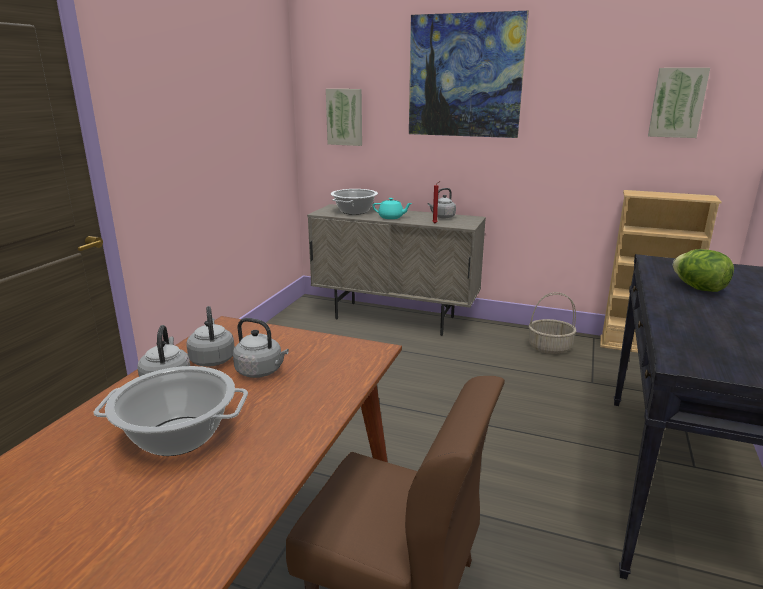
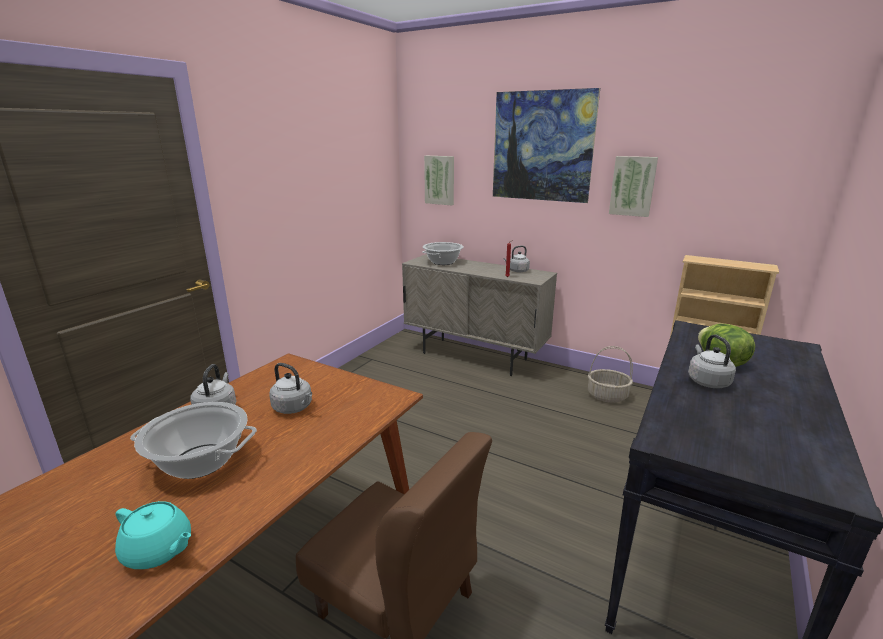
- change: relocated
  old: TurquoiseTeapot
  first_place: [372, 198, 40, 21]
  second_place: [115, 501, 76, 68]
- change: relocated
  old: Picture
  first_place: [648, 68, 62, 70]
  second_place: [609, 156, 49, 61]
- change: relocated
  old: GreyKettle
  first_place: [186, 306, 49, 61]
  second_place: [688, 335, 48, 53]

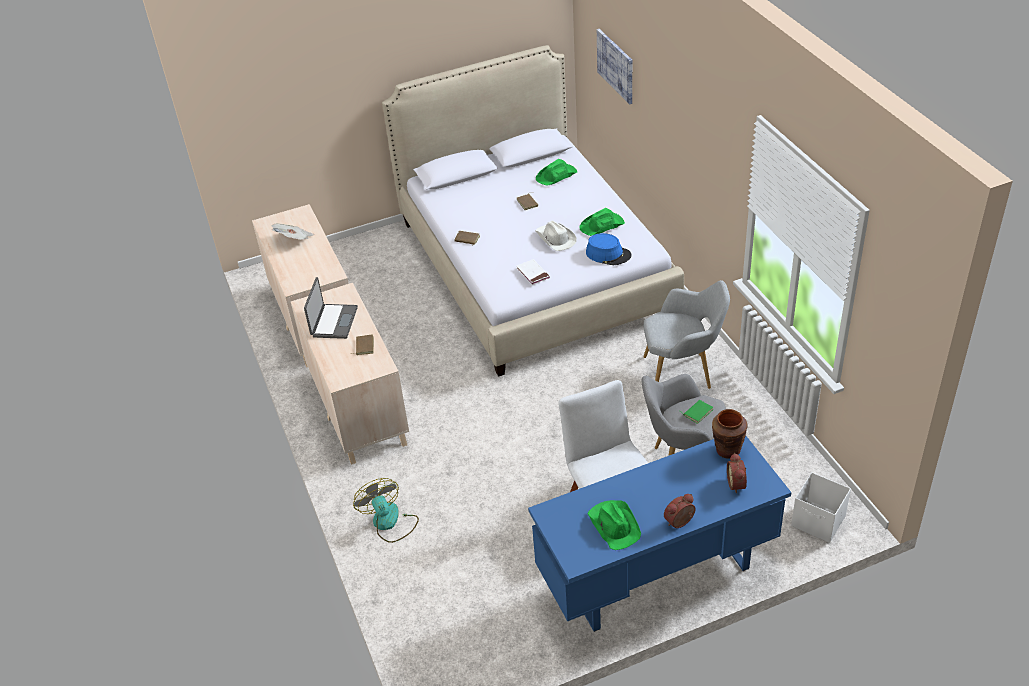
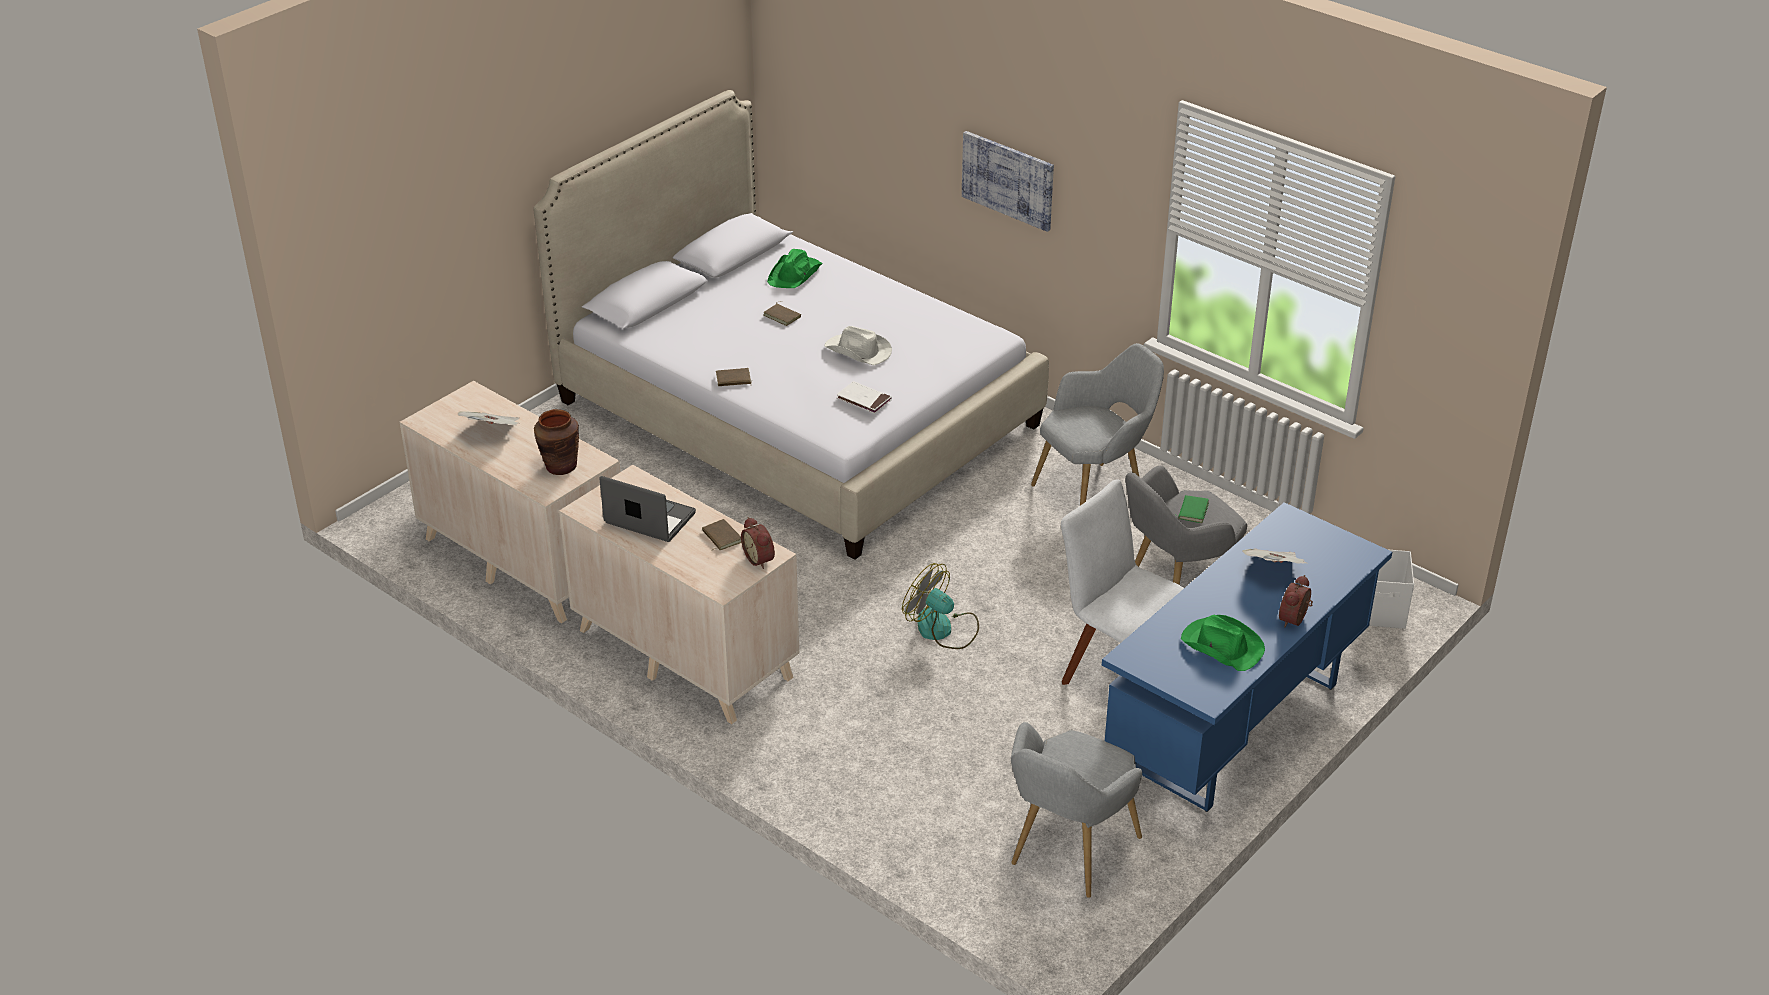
- change: relocated
  old: BrownVase
  first_place: [712, 409, 35, 50]
  second_place: [534, 409, 45, 66]
- change: spun
  old: Laptop
  first_place: [304, 277, 54, 62]
  second_place: [599, 476, 97, 66]
  degrees: -45
- change: relocated
  old: AlarmClock
  first_place: [727, 453, 20, 41]
  second_place: [741, 517, 34, 52]
- change: relocated
  old: Fan
  first_place: [353, 478, 66, 65]
  second_place: [902, 563, 77, 86]
- change: relocated
  old: Picture
  first_place: [597, 29, 36, 76]
  second_place: [962, 131, 92, 101]
- change: appeared
  new: GreyArmchair
  second_place: [1011, 722, 131, 176]
- change: appeared
  new: Newspaper
  second_place: [1242, 548, 65, 16]
- change: missing
  old: GreenHat
  first_place: [579, 208, 46, 28]
- change: missing
  old: BlueHat
  first_place: [586, 233, 45, 32]

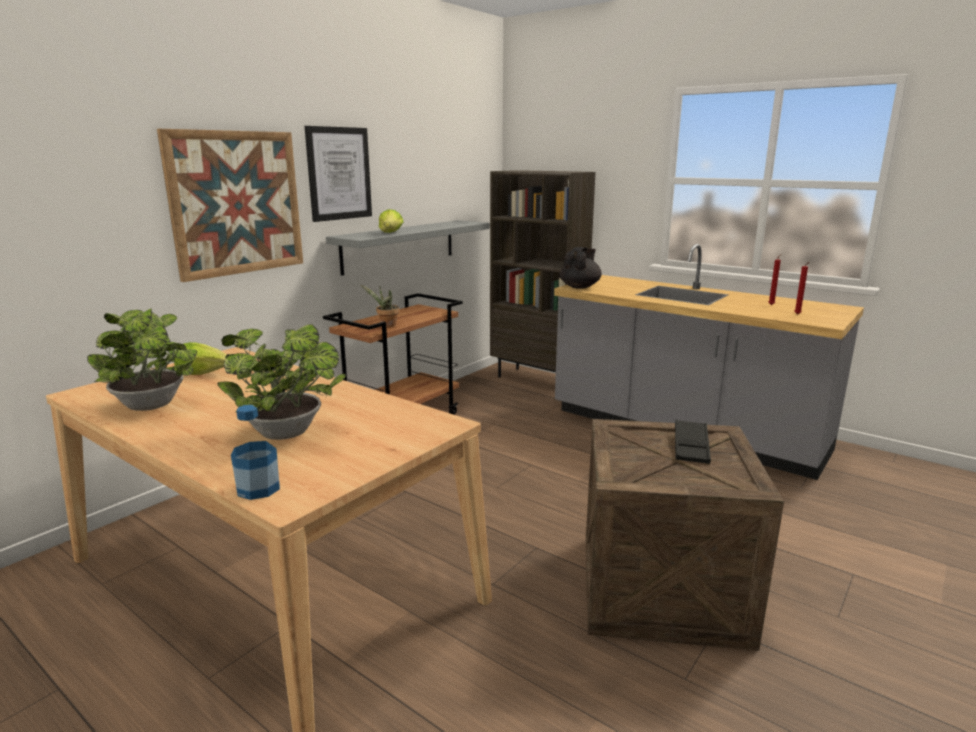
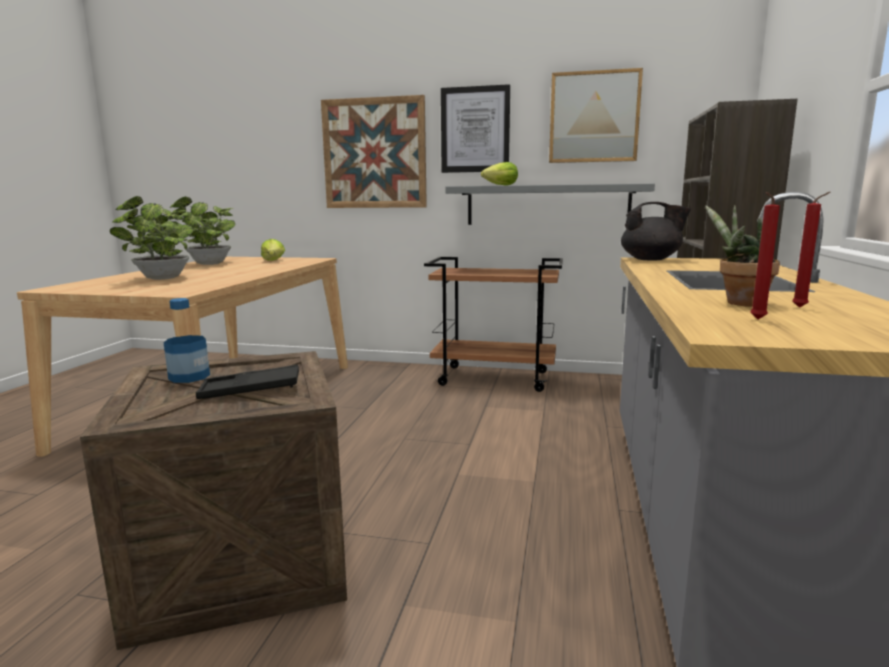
- change: relocated
  old: Bottle
  first_place: [231, 405, 49, 95]
  second_place: [164, 298, 46, 85]
- change: appeared
  new: Picture
  second_place: [549, 68, 94, 95]
- change: relocated
  old: PottedPlant
  first_place: [361, 285, 38, 42]
  second_place: [705, 205, 75, 102]

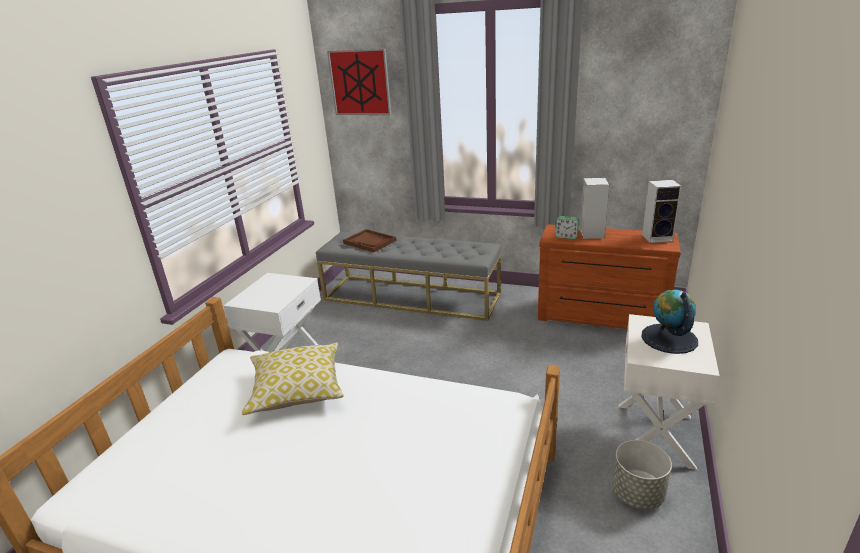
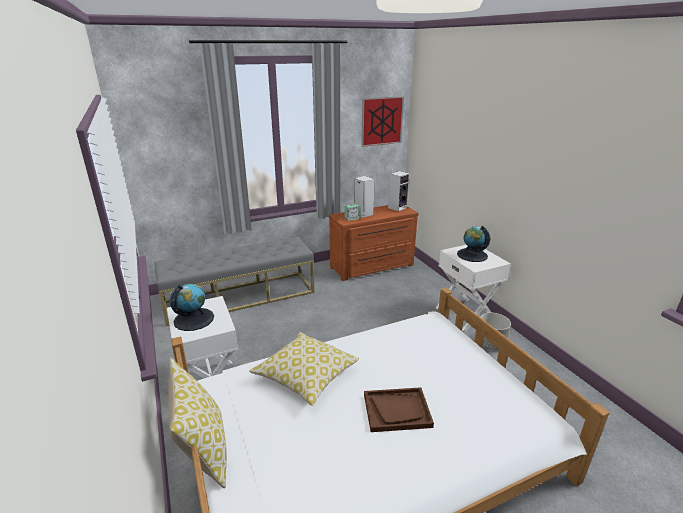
- change: appeared
  new: Pillow
  second_place: [168, 358, 59, 130]
- change: appeared
  new: Globe
  second_place: [170, 284, 44, 47]
- change: relocated
  old: Picture
  first_place: [327, 49, 64, 66]
  second_place: [361, 96, 43, 51]
- change: relocated
  old: BrownTray
  first_place: [343, 229, 54, 23]
  second_place: [364, 387, 70, 45]

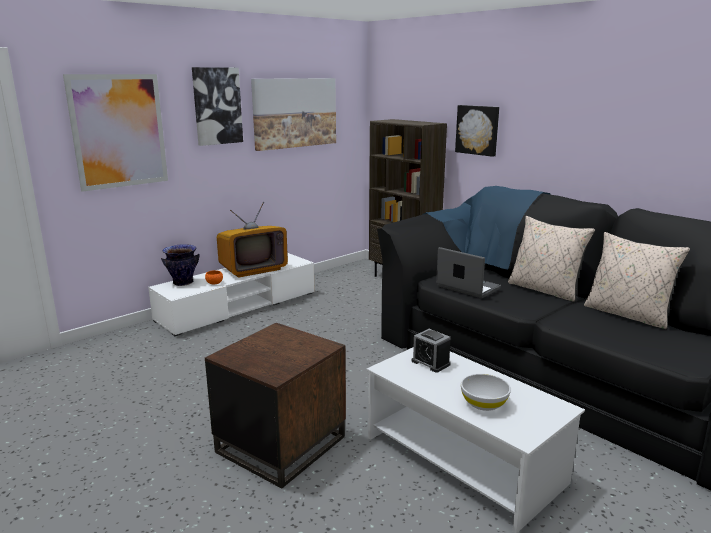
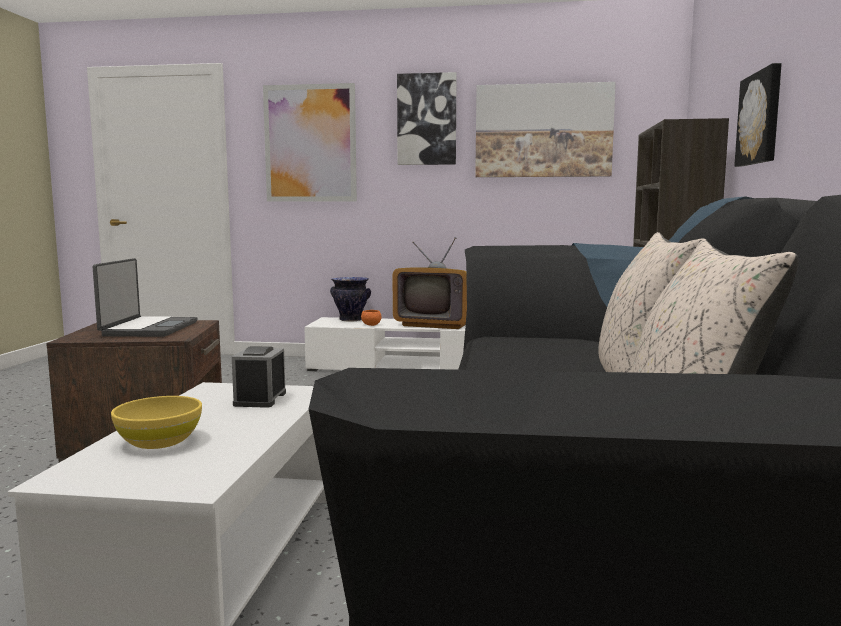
- change: relocated
  old: Laptop
  first_place: [436, 247, 65, 51]
  second_place: [93, 258, 105, 79]
- change: colour
  old: WhiteBowl
  new: YellowBowl
  first_place: [461, 374, 50, 37]
  second_place: [111, 396, 91, 53]

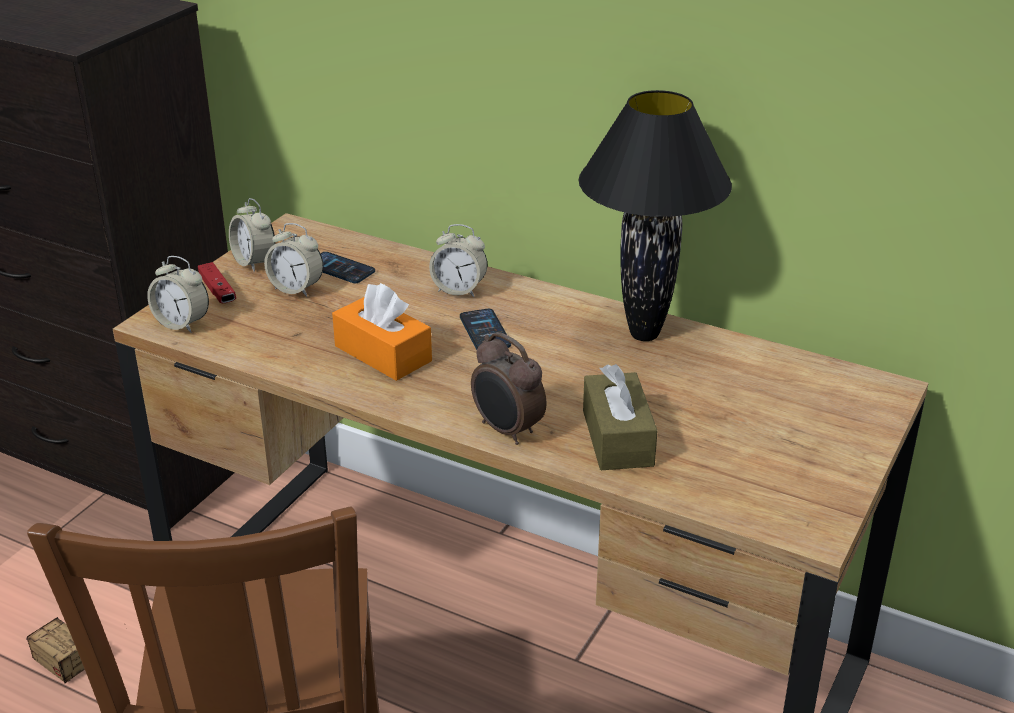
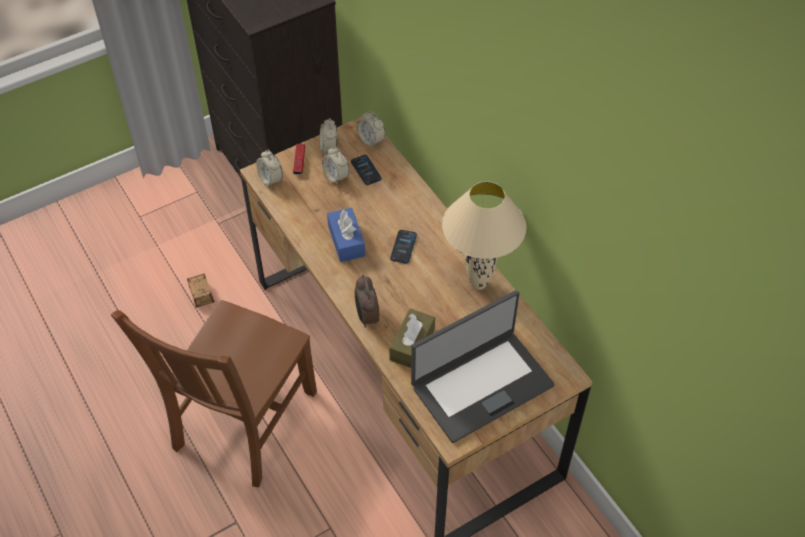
- change: colour
  old: OrangeTissueBox
  new: BlueTissueBox
  first_place: [332, 283, 100, 98]
  second_place: [327, 208, 38, 54]
- change: relocated
  old: AlarmClock
  first_place: [429, 224, 58, 73]
  second_place: [357, 111, 28, 37]
- change: appeared
  new: Laptop
  second_place: [411, 290, 144, 153]
- change: colour
  old: BlackTableLamp
  new: BeigeTableLamp
  first_place: [579, 90, 153, 251]
  second_place: [442, 181, 85, 109]

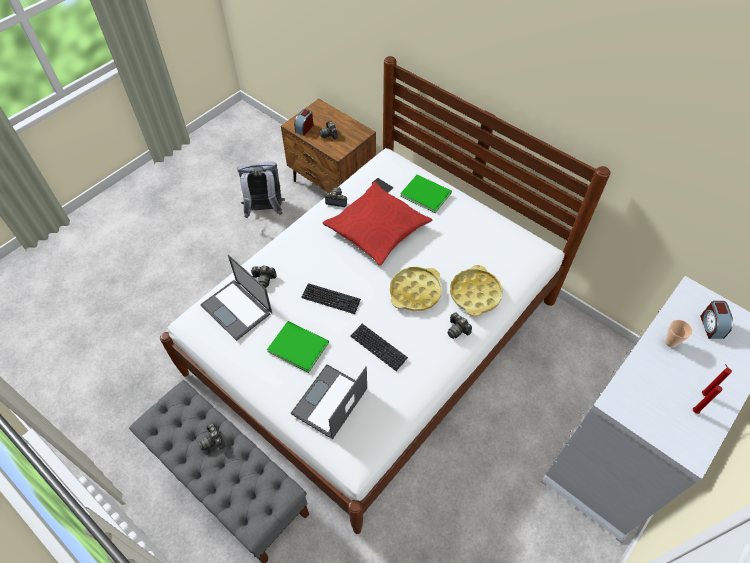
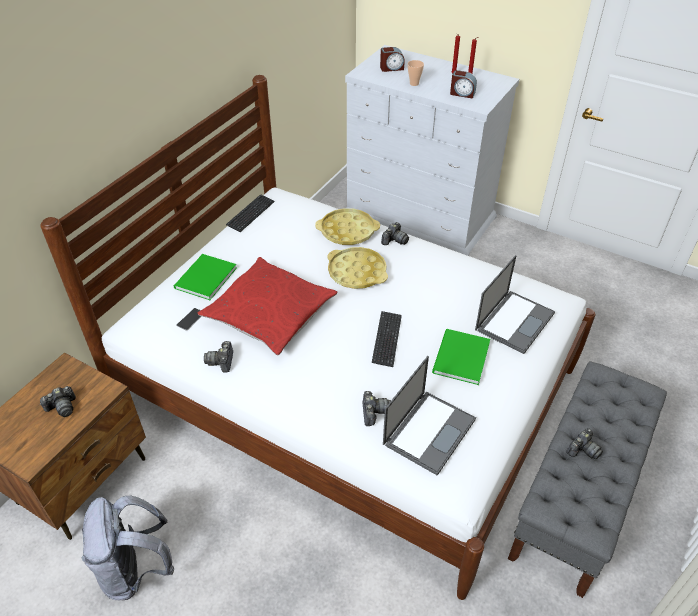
- change: relocated
  old: Keyboard
  first_place: [350, 324, 58, 47]
  second_place: [226, 194, 49, 38]
- change: relocated
  old: AlarmClock
  first_place: [294, 109, 19, 27]
  second_place: [450, 70, 27, 29]
- change: spun
  old: Laptop
  first_place: [291, 364, 76, 75]
  second_place: [475, 255, 80, 99]
  degrees: -75

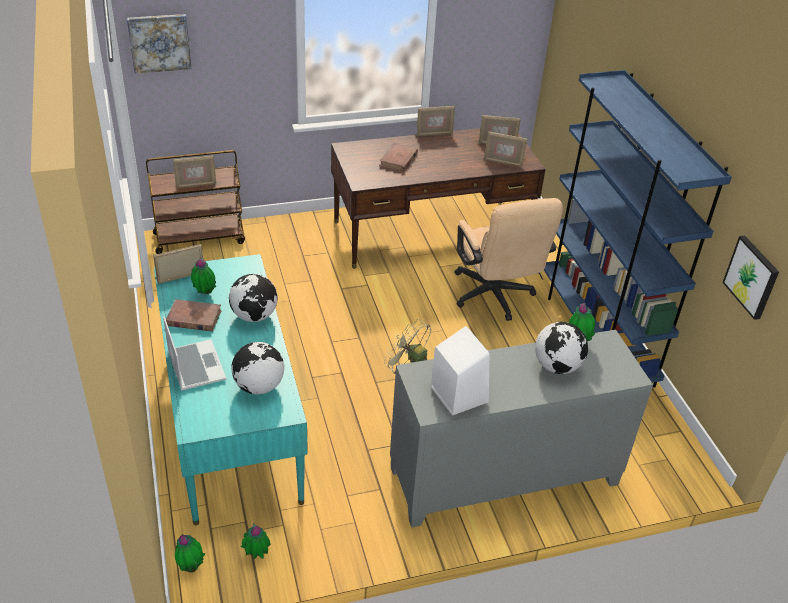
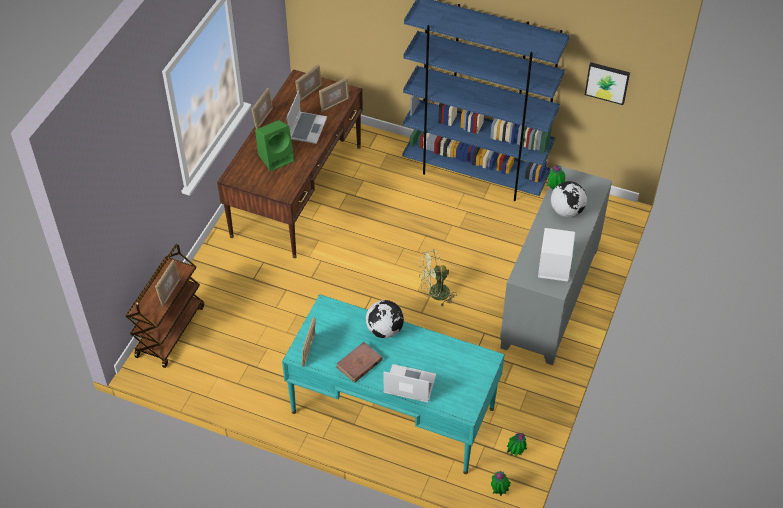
- change: exchanged
  old: BrownBook
  new: GreenSpeaker
  first_place: [379, 143, 39, 29]
  second_place: [255, 120, 39, 51]
- change: appeared
  new: Laptop
  second_place: [287, 91, 40, 53]
- change: missing
  old: Picture
  first_place: [127, 14, 65, 59]
- change: missing
  old: PottedPlant
  first_place: [191, 257, 25, 37]
- change: missing
  old: Globe
  first_place: [231, 342, 53, 53]
- change: missing
  old: BeigeOfficeChair
  first_place: [454, 198, 109, 123]

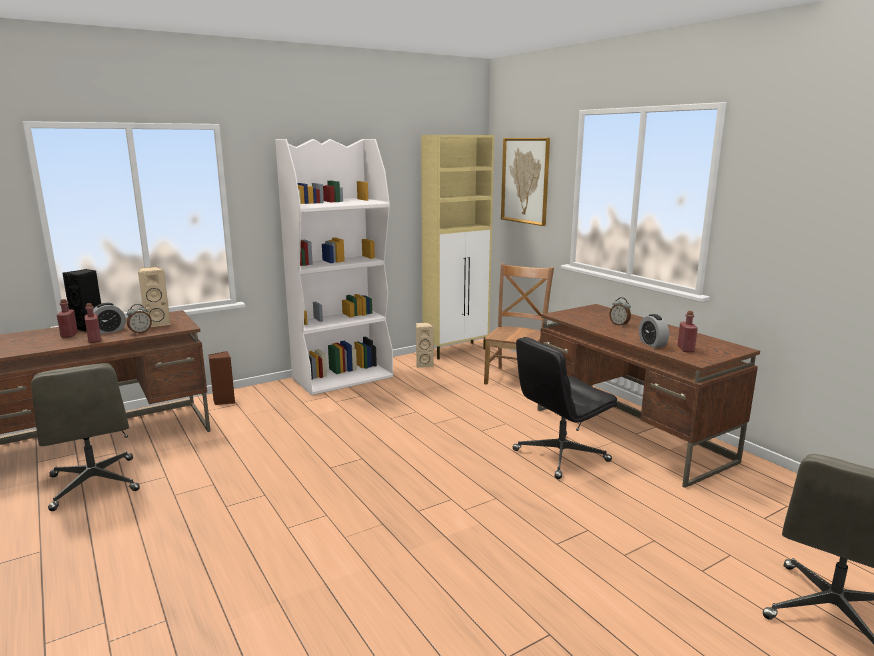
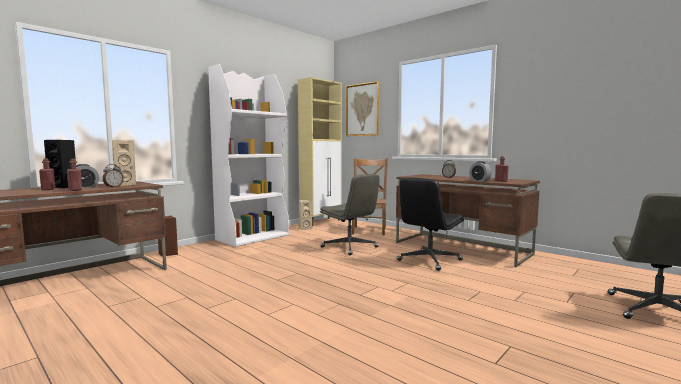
- change: relocated
  old: GreyOfficeChair
  first_place: [31, 363, 109, 148]
  second_place: [320, 174, 60, 81]

